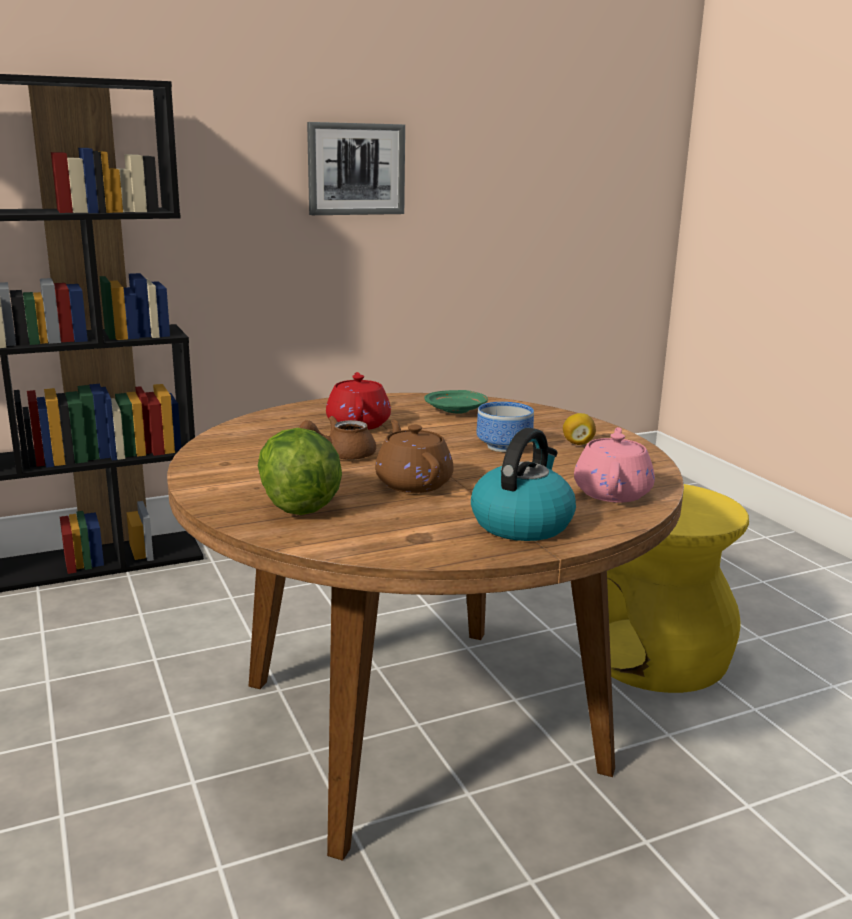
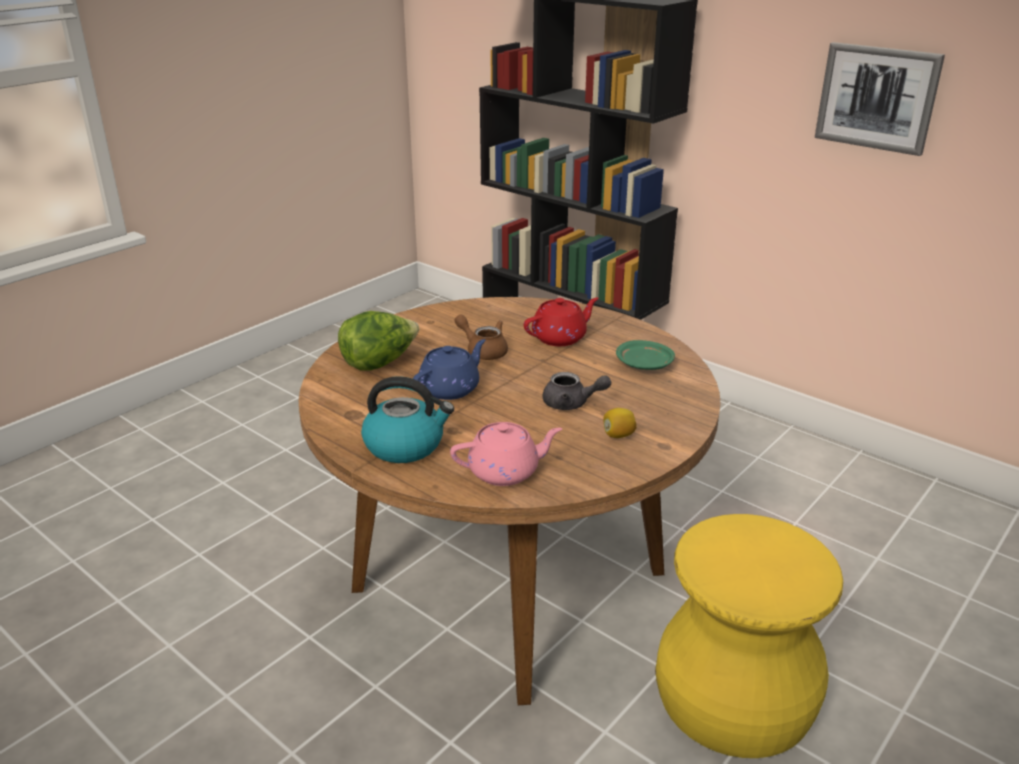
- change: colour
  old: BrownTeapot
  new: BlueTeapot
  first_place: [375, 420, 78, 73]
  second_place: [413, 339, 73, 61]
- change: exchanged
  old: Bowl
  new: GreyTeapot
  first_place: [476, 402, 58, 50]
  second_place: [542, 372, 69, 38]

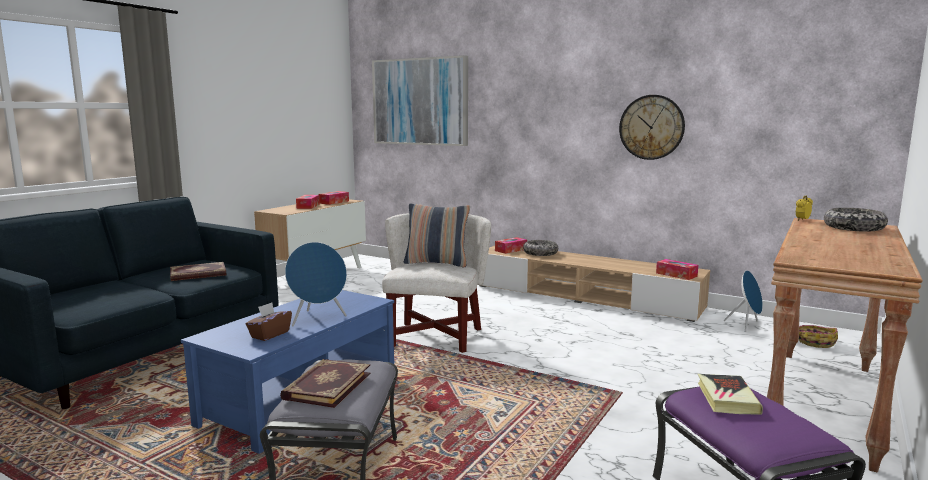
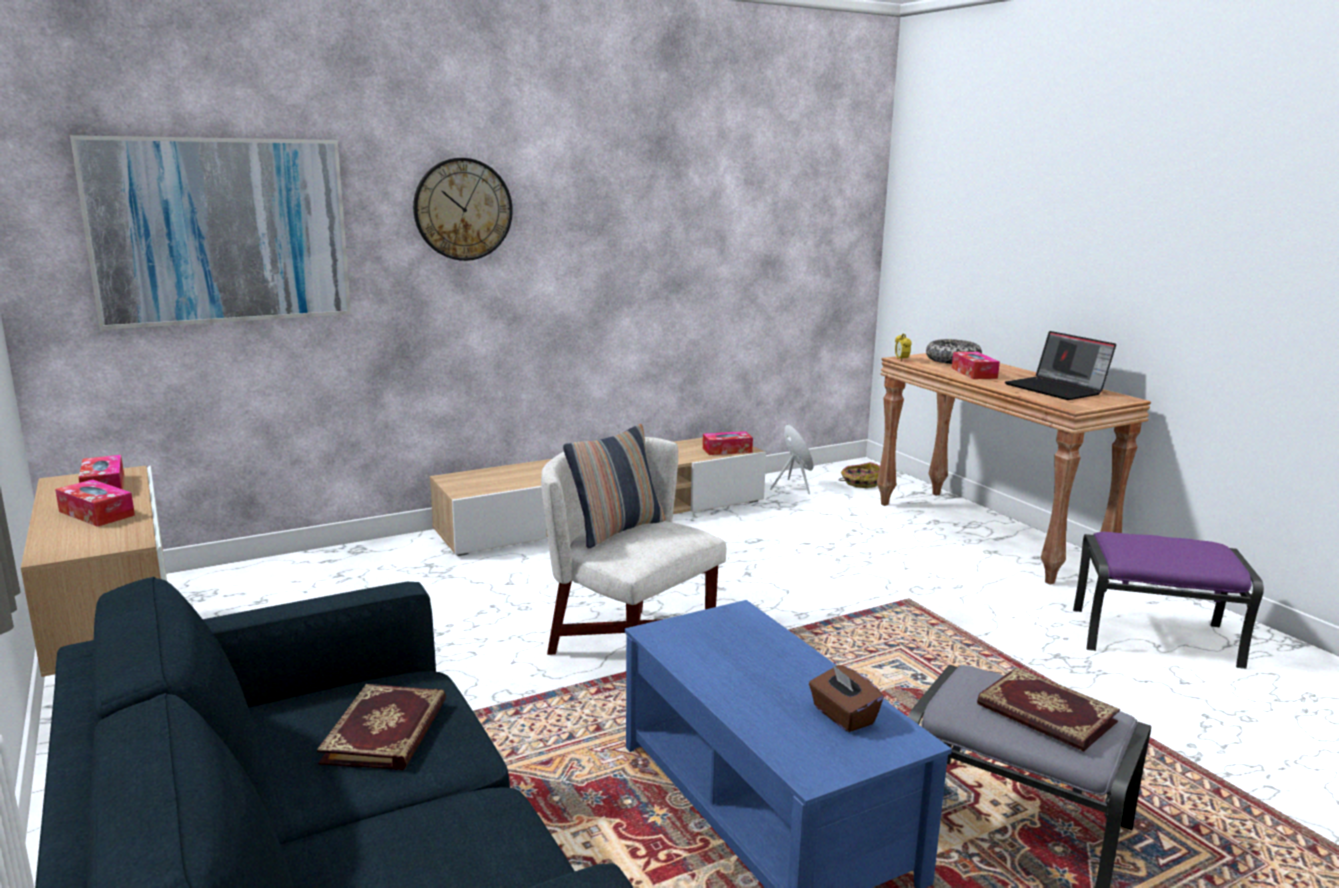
- change: relocated
  old: WallClock
  first_place: [619, 95, 66, 65]
  second_place: [413, 158, 100, 103]
- change: relocated
  old: TissueBox
  first_place: [495, 237, 32, 17]
  second_place: [952, 352, 48, 27]
- change: appeared
  new: Laptop
  second_place: [1005, 331, 111, 69]
- change: missing
  old: BlueSpeaker
  first_place: [285, 242, 62, 84]
- change: missing
  old: Bowl
  first_place: [523, 240, 35, 16]
- change: missing
  old: Book
  first_place: [698, 374, 65, 41]

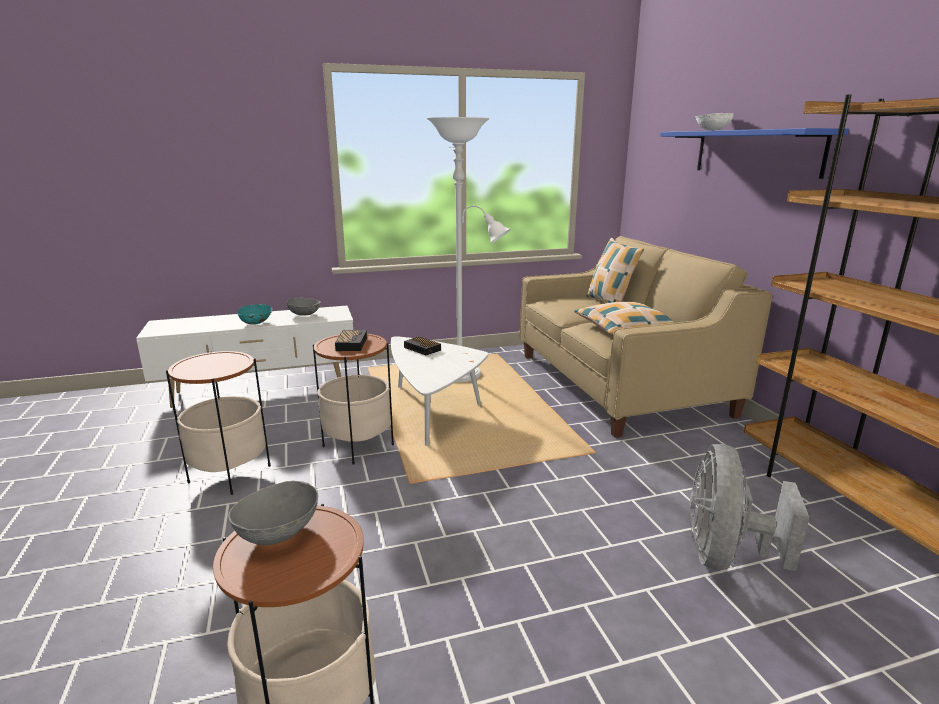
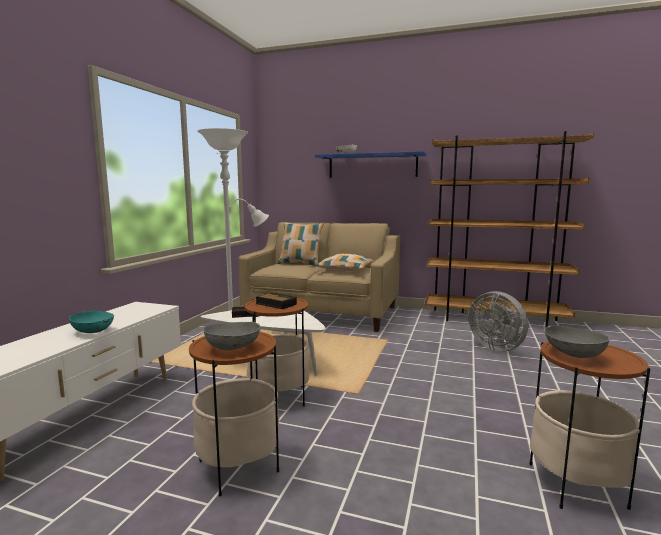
- change: relocated
  old: GreyBowl
  first_place: [286, 298, 35, 17]
  second_place: [203, 322, 57, 28]

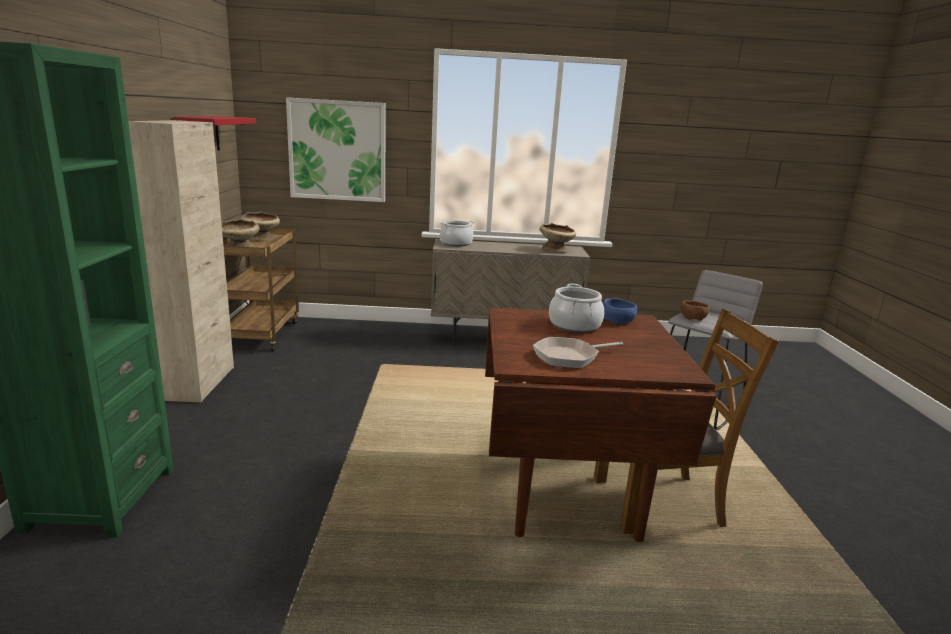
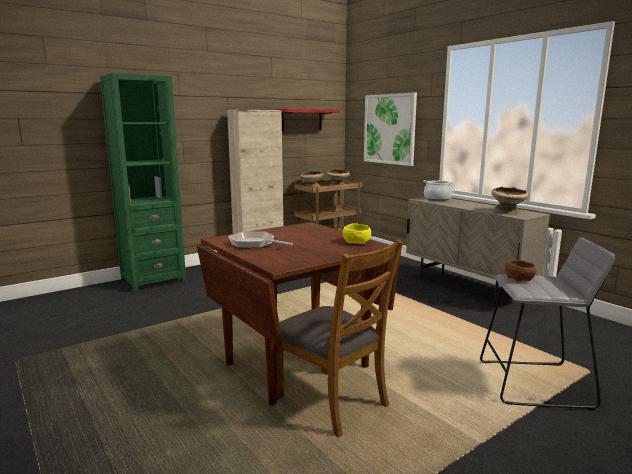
- change: colour
  old: BlueBowl
  new: YellowBowl
  first_place: [603, 298, 34, 26]
  second_place: [343, 223, 28, 21]
- change: missing
  old: CookingPot
  first_place: [549, 284, 55, 49]

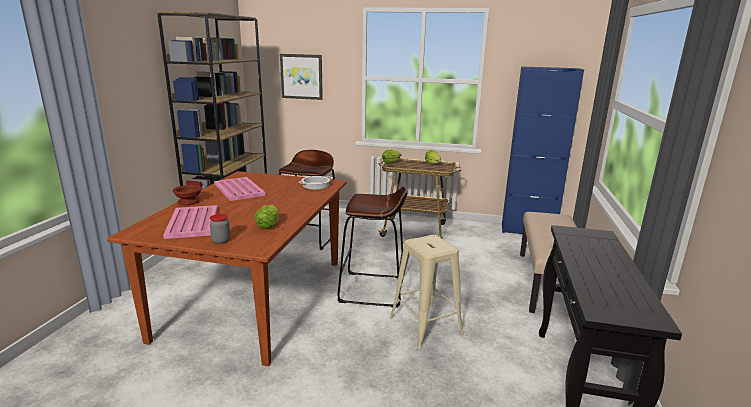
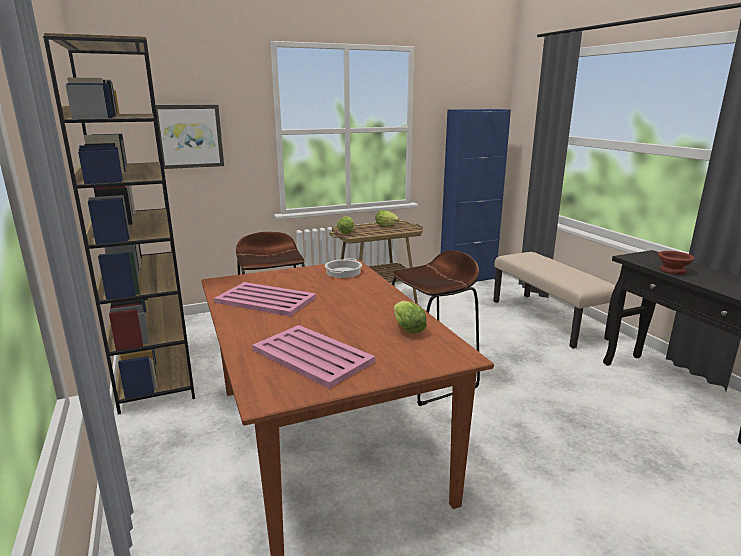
- change: relocated
  old: BrownBowl
  first_place: [173, 185, 29, 20]
  second_place: [658, 251, 37, 24]
- change: missing
  old: Jar
  first_place: [210, 214, 20, 30]
- change: missing
  old: BeigeStool
  first_place: [390, 235, 74, 114]

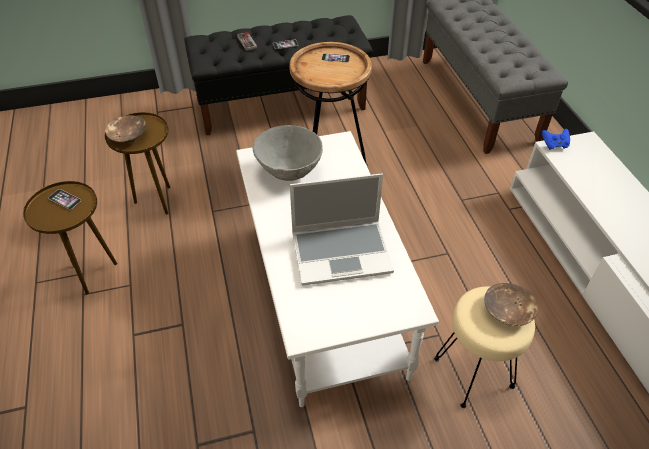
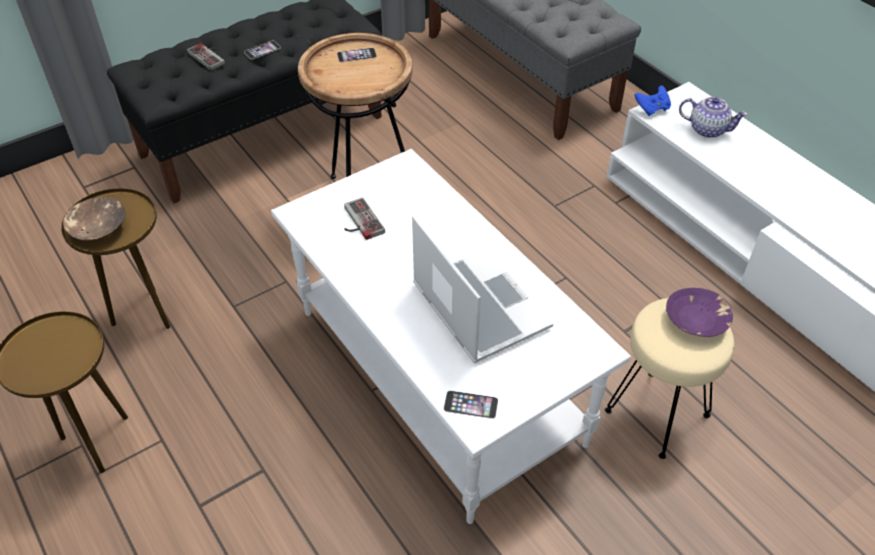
- change: exchanged
  old: GreyBowl
  new: GameController
  first_place: [253, 125, 70, 56]
  second_place: [344, 197, 41, 43]
- change: spun
  old: Laptop
  first_place: [290, 173, 104, 113]
  second_place: [412, 215, 141, 148]
  degrees: -90
- change: relocated
  old: Phone
  first_place: [48, 189, 33, 20]
  second_place: [444, 391, 54, 28]
- change: colour
  old: BrownBowl
  new: PurpleBowl
  first_place: [484, 283, 54, 43]
  second_place: [666, 288, 67, 49]
- change: appeared
  new: Teapot
  second_place: [679, 97, 69, 41]

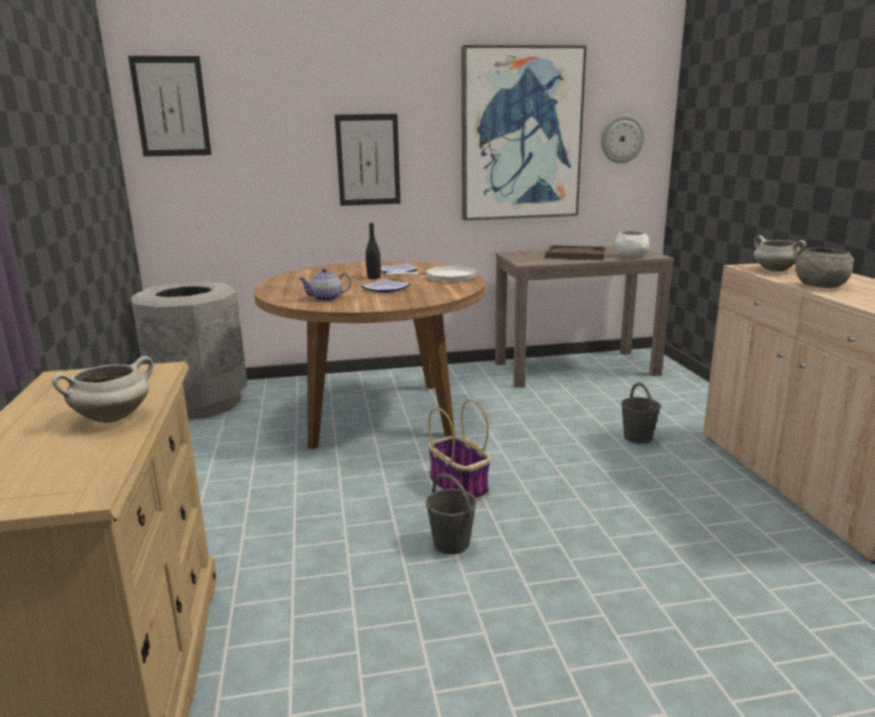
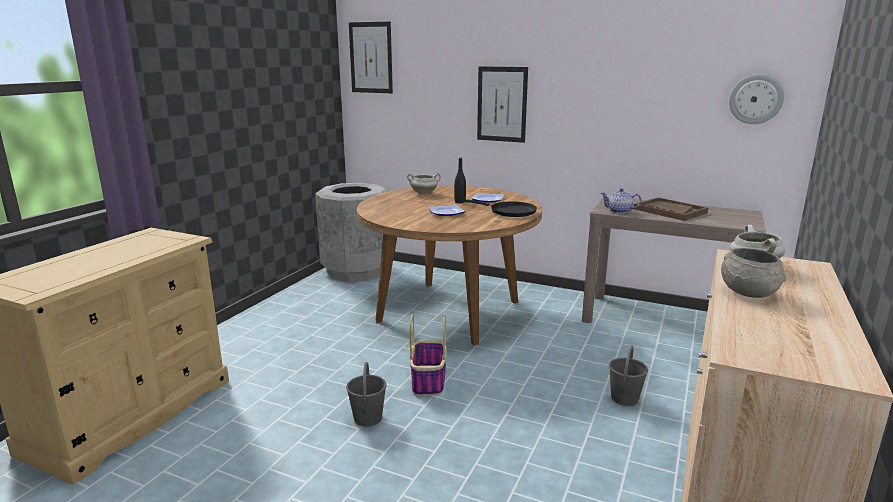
- change: relocated
  old: WhiteCookingPot
  first_place: [52, 356, 101, 67]
  second_place: [407, 173, 34, 22]
- change: colour
  old: WhiteFryingPan
  new: BlackFryingPan
  first_place: [386, 266, 92, 16]
  second_place: [466, 199, 71, 18]
- change: relocated
  old: Teapot
  first_place: [298, 268, 53, 33]
  second_place: [601, 188, 40, 25]
- change: missing
  old: Picture
  first_place: [461, 45, 126, 176]
- change: missing
  old: WhiteBowl
  first_place: [615, 230, 34, 27]

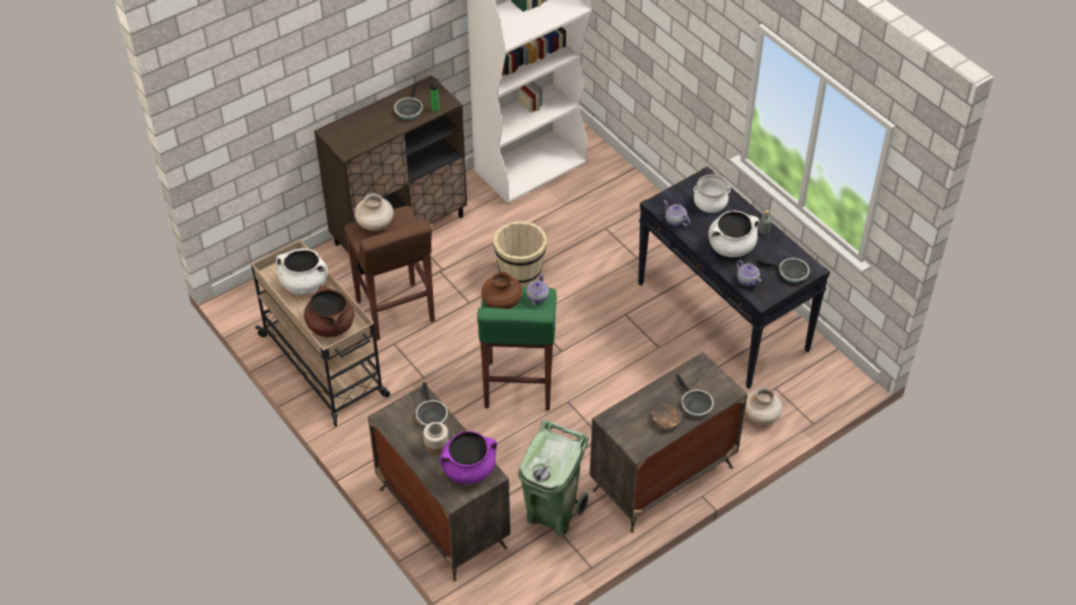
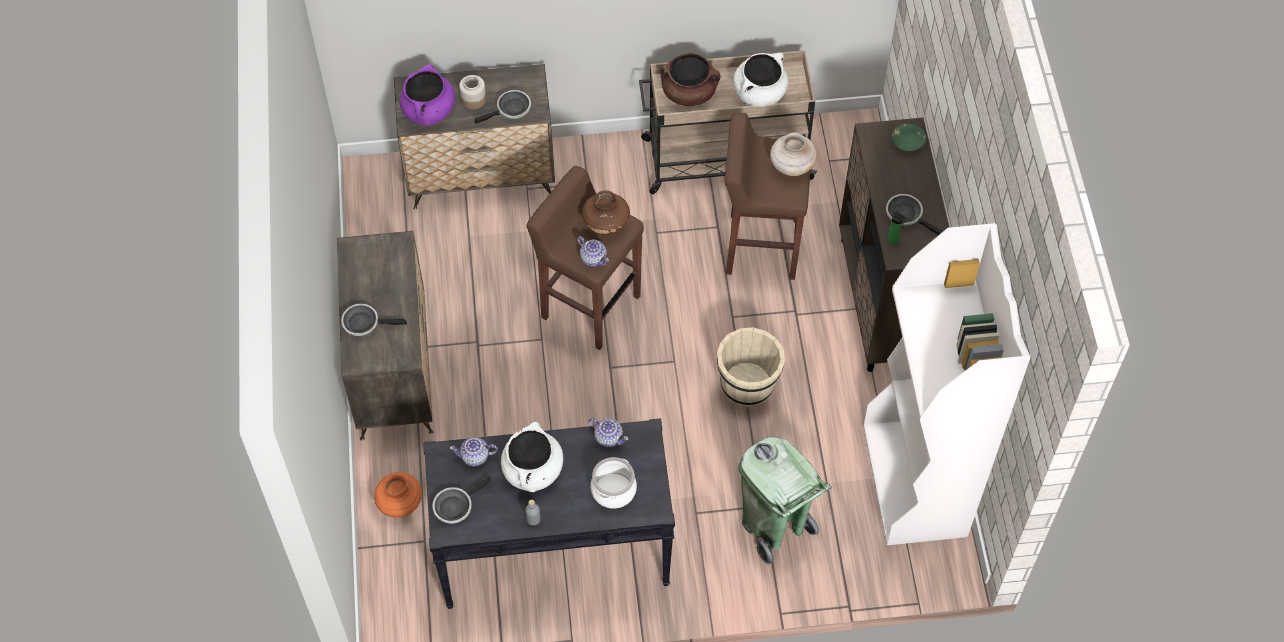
- change: colour
  old: BeigeVase
  new: OrangeVase
  first_place: [745, 387, 37, 38]
  second_place: [374, 472, 48, 46]
- change: spun
  old: FryingPan
  first_place: [416, 382, 32, 44]
  second_place: [475, 90, 56, 34]
  degrees: 135
- change: colour
  old: GreenStool
  new: BrownStool
  first_place: [477, 287, 80, 124]
  second_place: [526, 166, 118, 184]
- change: spun
  old: Teapot
  first_place: [664, 200, 26, 26]
  second_place: [588, 418, 41, 30]
  degrees: 45
- change: relocated
  old: GreenTrashCan
  first_place: [518, 420, 71, 116]
  second_place: [738, 437, 94, 128]
- change: appeared
  new: GreenBowl
  second_place: [892, 124, 34, 27]
- change: missing
  old: BrownBowl
  first_place: [651, 404, 31, 24]

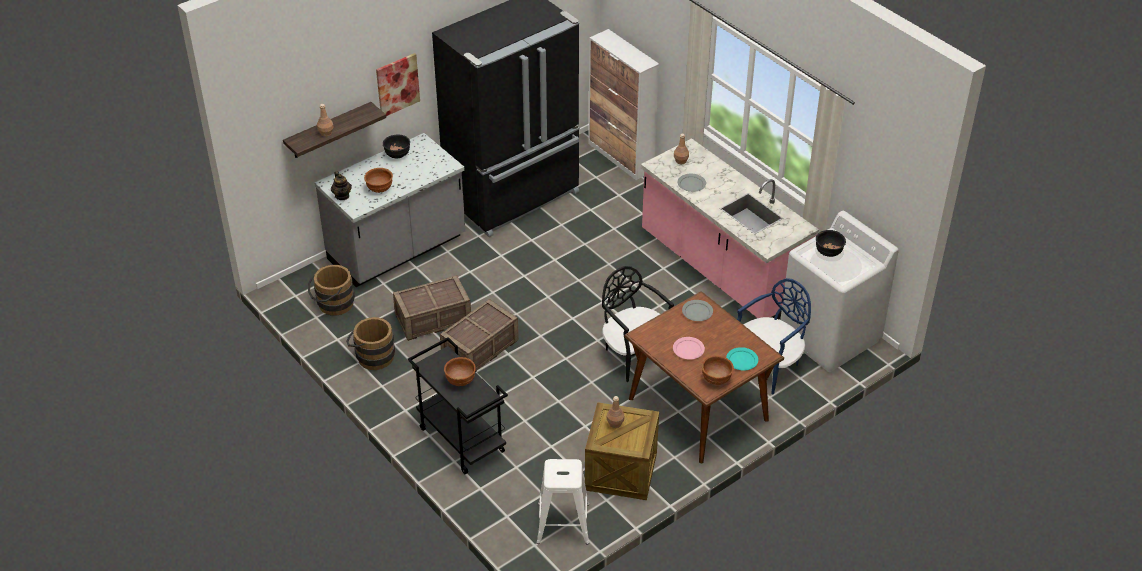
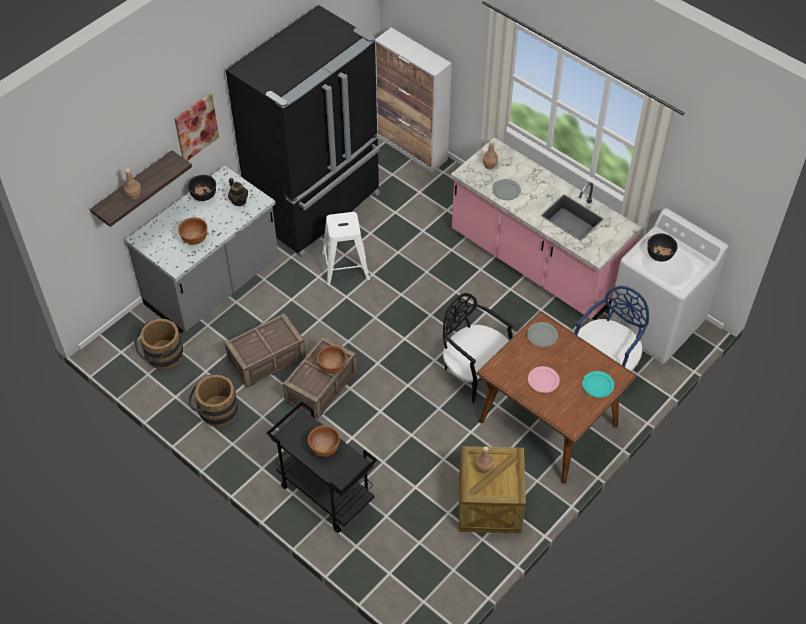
- change: relocated
  old: Teapot
  first_place: [331, 171, 21, 29]
  second_place: [228, 178, 20, 28]
- change: relocated
  old: BrownBowl
  first_place: [702, 355, 32, 30]
  second_place: [317, 345, 30, 29]
- change: relocated
  old: WhiteStool
  first_place: [537, 459, 52, 86]
  second_place: [322, 212, 48, 74]

